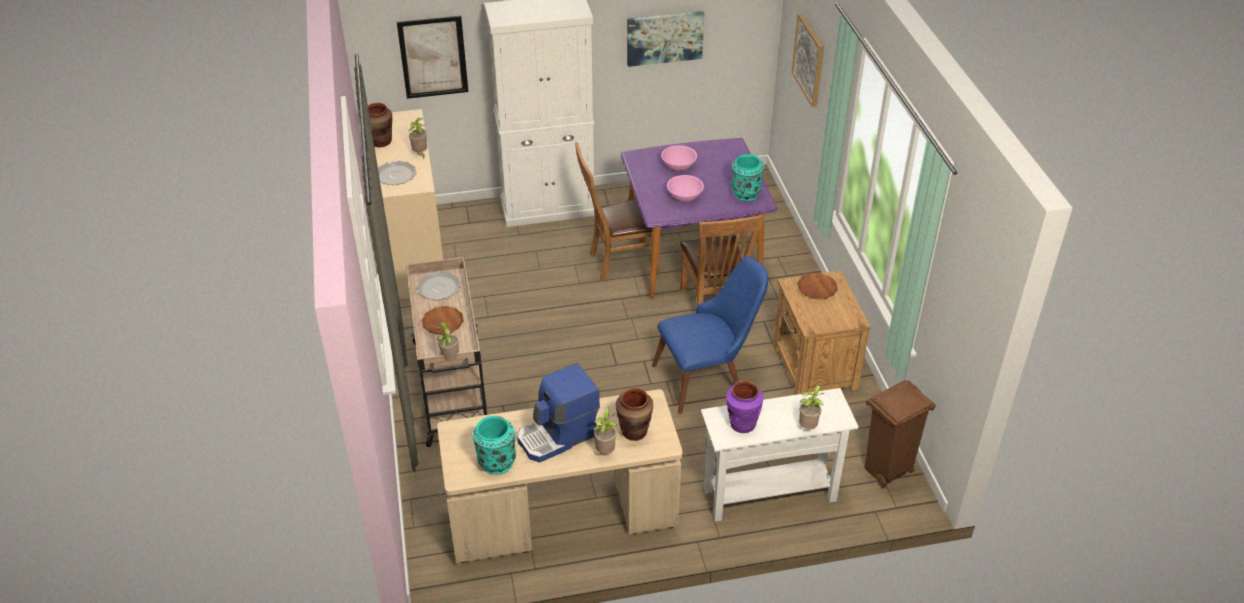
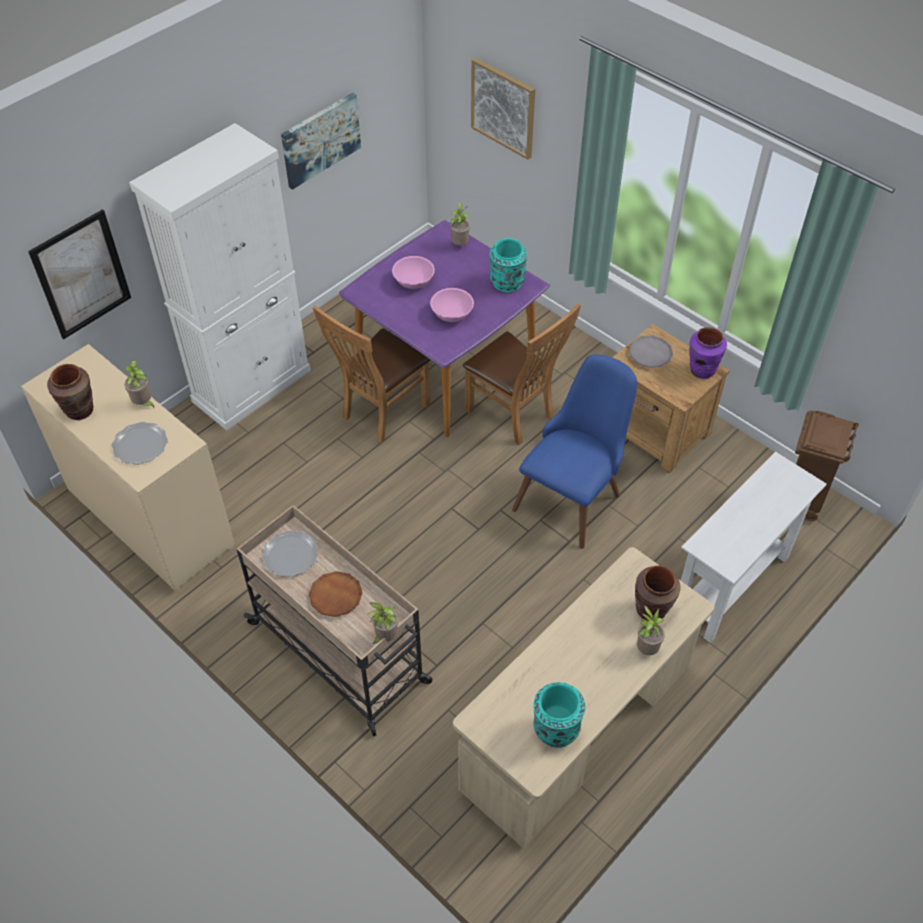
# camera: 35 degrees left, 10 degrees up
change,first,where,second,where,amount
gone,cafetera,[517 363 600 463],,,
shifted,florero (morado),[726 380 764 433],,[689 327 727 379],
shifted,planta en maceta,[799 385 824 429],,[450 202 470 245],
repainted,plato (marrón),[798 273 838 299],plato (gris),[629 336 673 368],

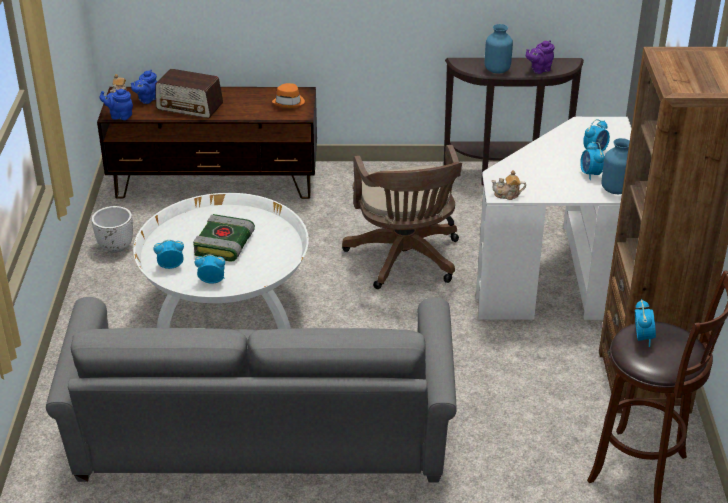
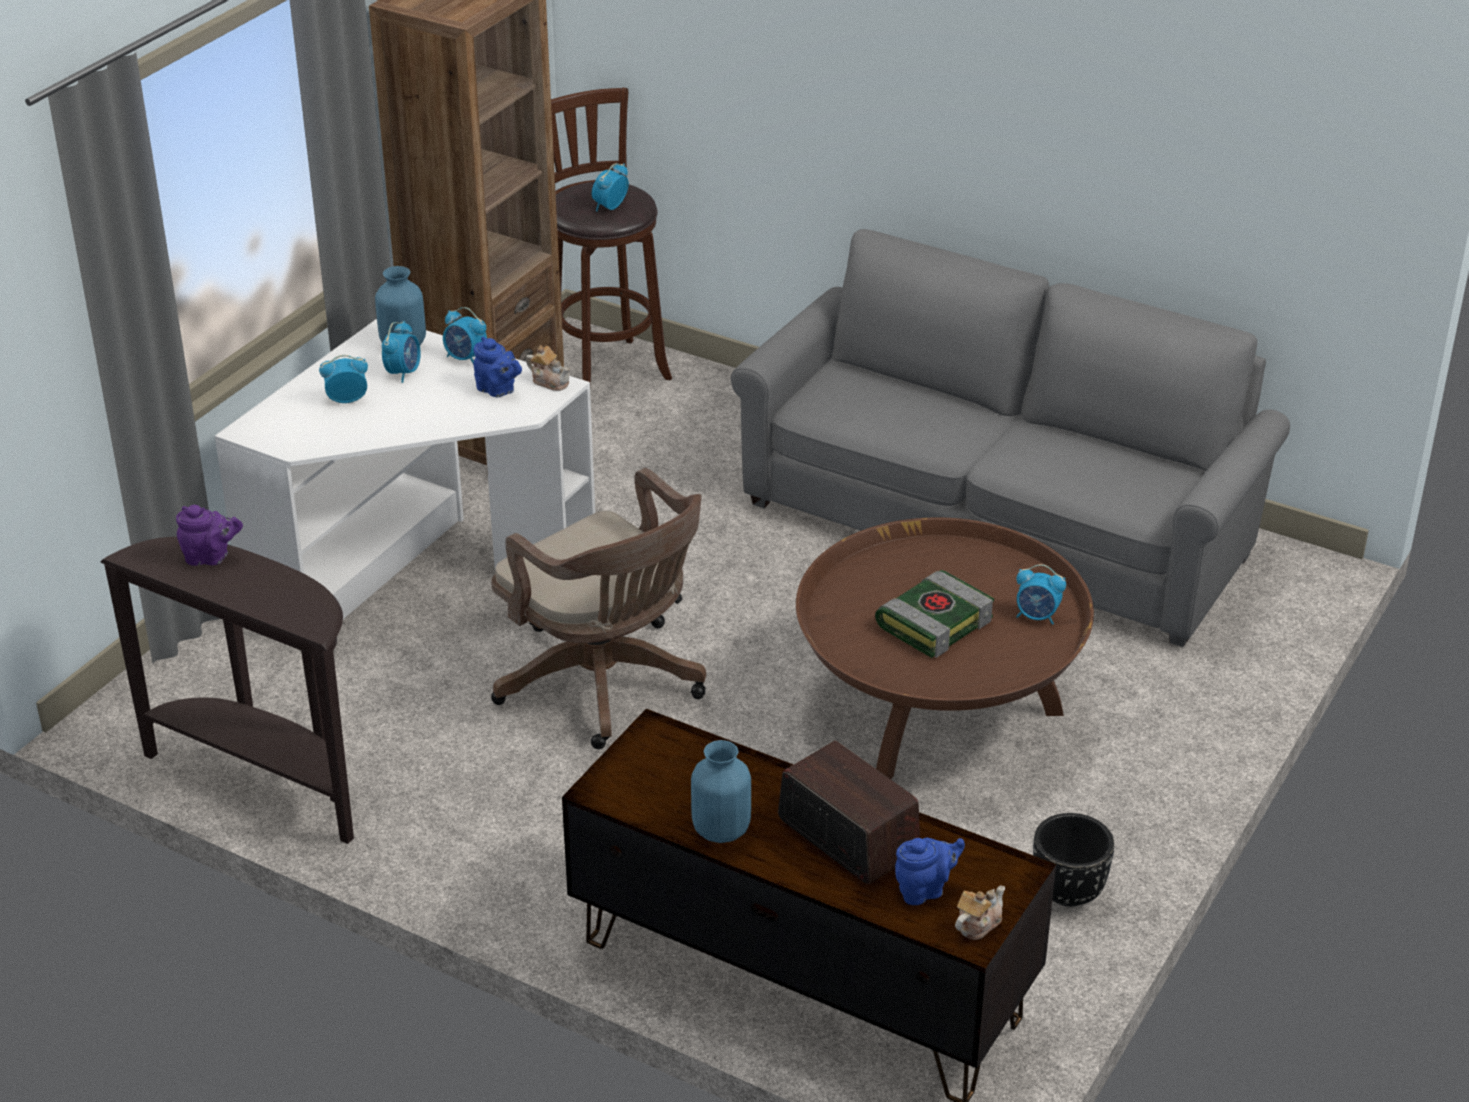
# camera: 150 degrees left, 0 degrees up
change,first,where,second,where,amount
gone,sombrero (naranja),[272 83 305 108],,,
shifted,tetera (azul),[100 89 133 120],,[474 337 522 397],
shifted,despertador,[195 255 225 284],,[443 307 487 365],
shifted,florero (azul),[485 24 513 74],,[691 740 751 843],
repainted,maceta (blanco),[91 206 133 253],maceta (negro),[1033 813 1114 907],
repainted,mesa de centro (blanco),[133 193 309 329],mesa de centro (marrón),[796 517 1094 779],
rotated,silla de oficina (marrón),[342 145 462 289],,[491 468 706 749],120 degrees clockwise

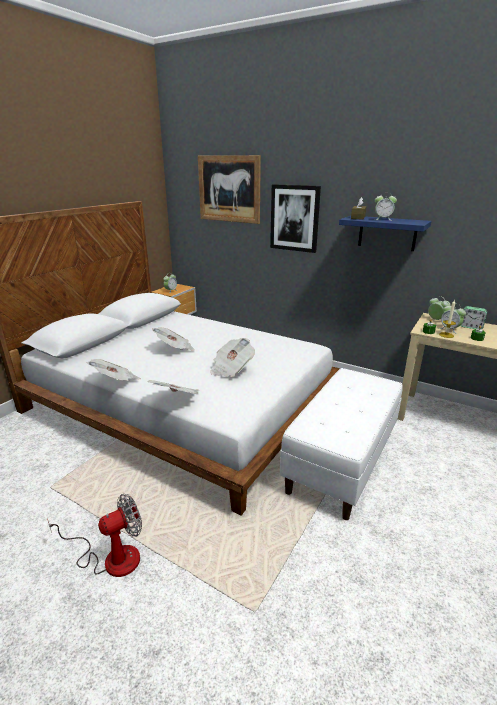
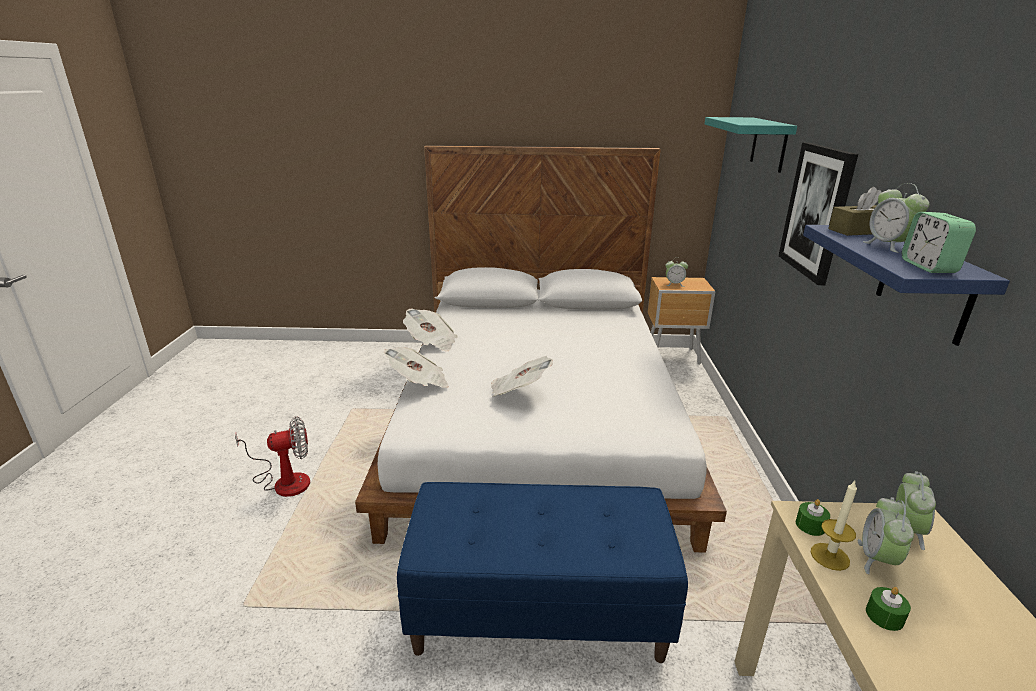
# camera: 60 degrees right, 0 degrees up
change,first,where,second,where,amount
gone,periódico,[152 328 195 351],,,
shifted,despertador,[460 306 487 329],,[902 212 976 273],
swapped,cuadro,[198 155 261 224],estante (turquesa),[705 117 797 173],
repainted,banco (blanco),[280 368 403 520],banco (azul),[397 482 688 663],
rotated,ventilador,[47 494 142 577],,[235 417 310 497],45 degrees counterclockwise

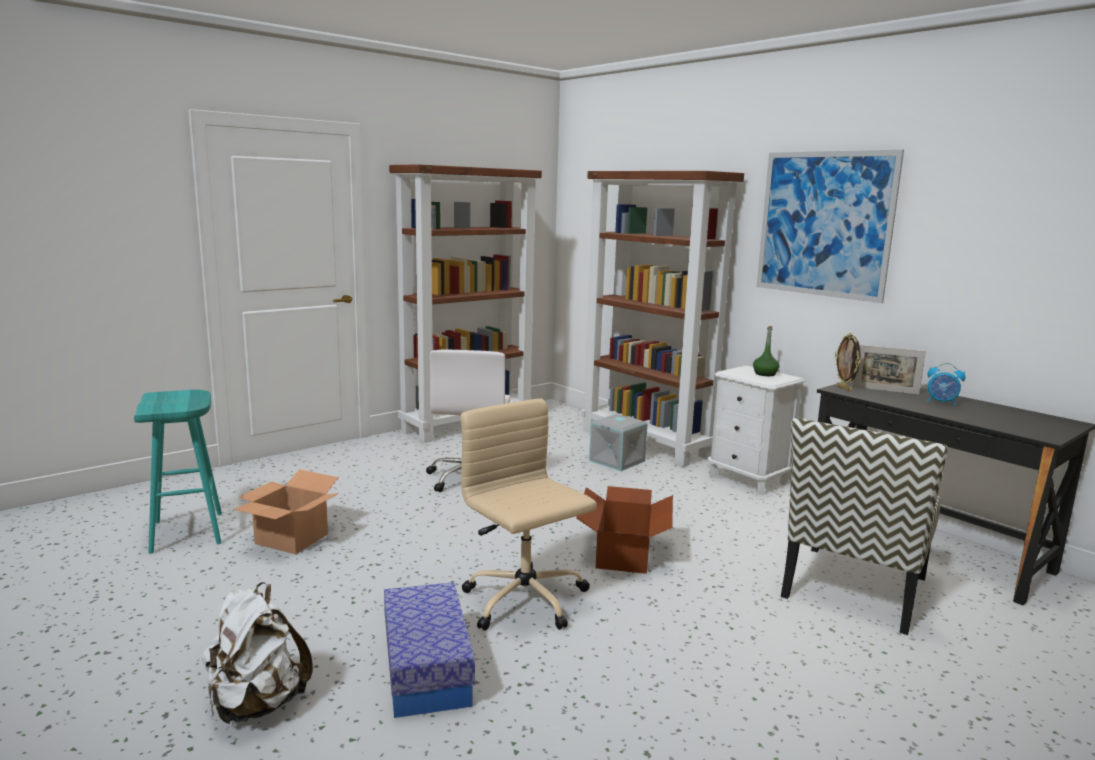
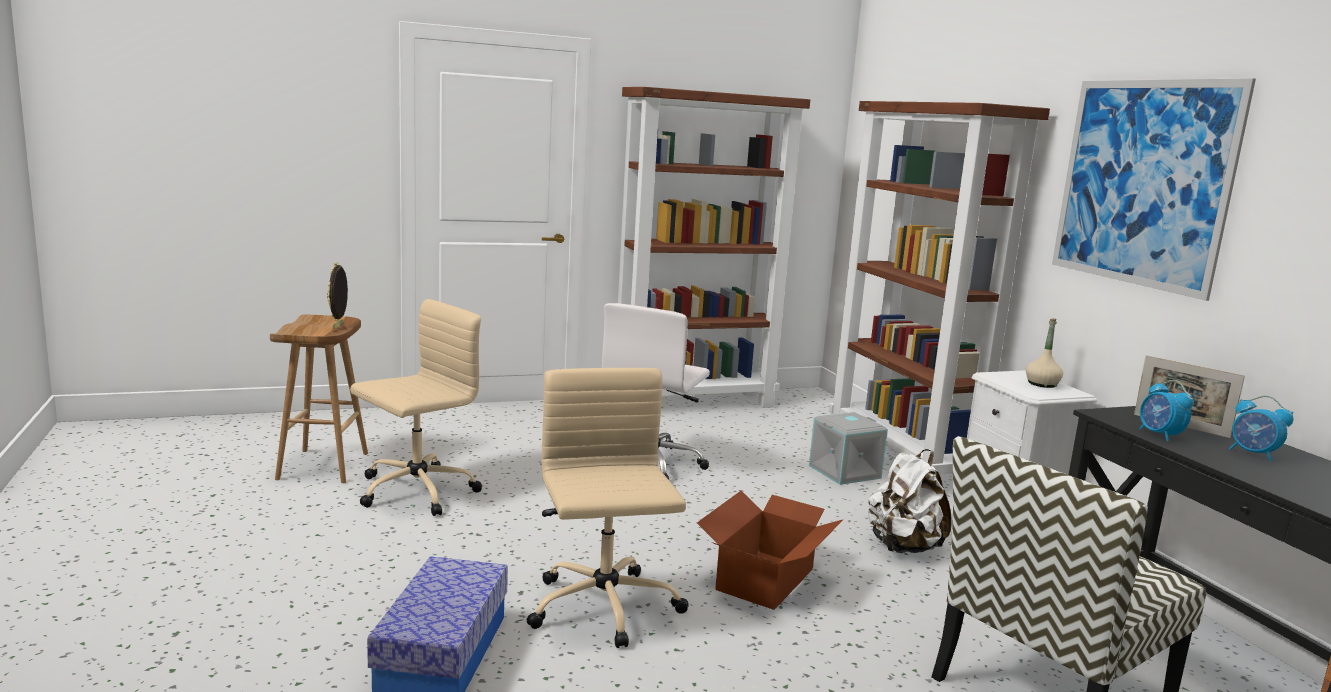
# camera: 20 degrees right, 0 degrees up
change,first,where,second,where,amount
new,,,despertador,[1140 380 1194 441],
shifted,mochila (blanco),[202 582 313 724],,[868 449 951 553],
shifted,portarretratos,[835 333 861 391],,[327 262 348 329],
swapped,caja de cartón,[233 469 339 554],silla de oficina (beis),[350 299 482 516],
repainted,taburete (turquesa),[134 390 222 554],taburete (marrón),[270 314 368 483],
repainted,botella (verde),[753 326 779 376],botella (beis),[1026 319 1063 388],

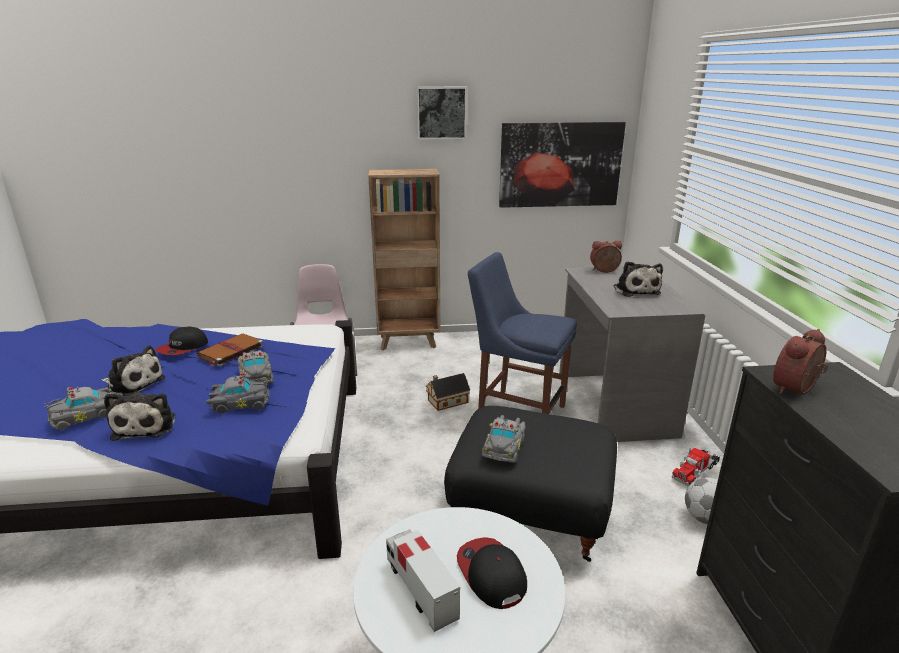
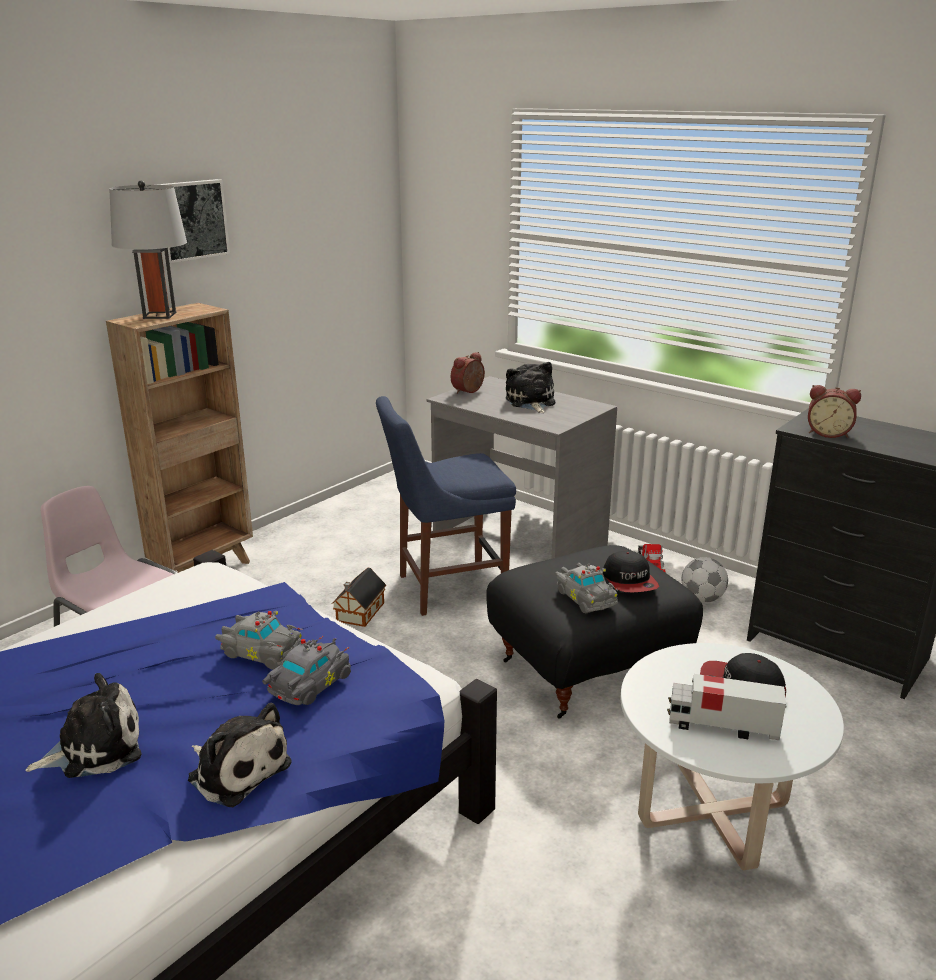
# camera: 45 degrees left, 0 degrees up
change,first,where,second,where,amount
gone,coche de juguete (gris),[44 386 112 431],,,
gone,libro (marrón),[197 333 264 367],,,
gone,cuadro,[499 122 626 208],,,
new,,,lámpara de mesa (gris),[109 181 187 319],
shifted,gorra,[155 327 208 355],,[603 551 659 592],
rotated,peluche,[614 261 663 297],,[505 362 555 413],135 degrees counterclockwise
rotated,despertador,[773 329 828 395],,[808 385 861 438],75 degrees counterclockwise

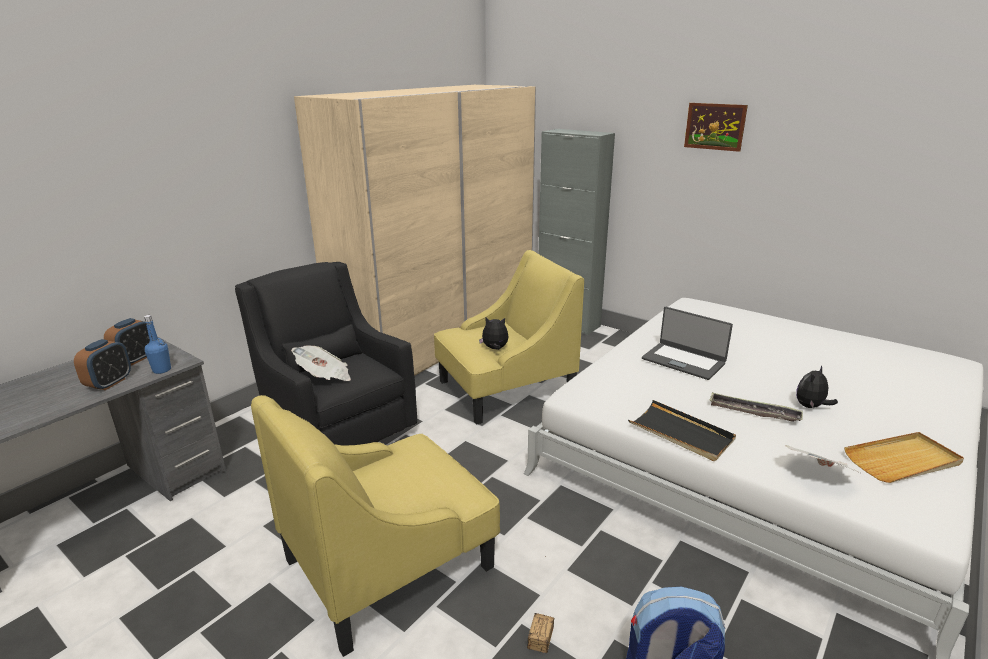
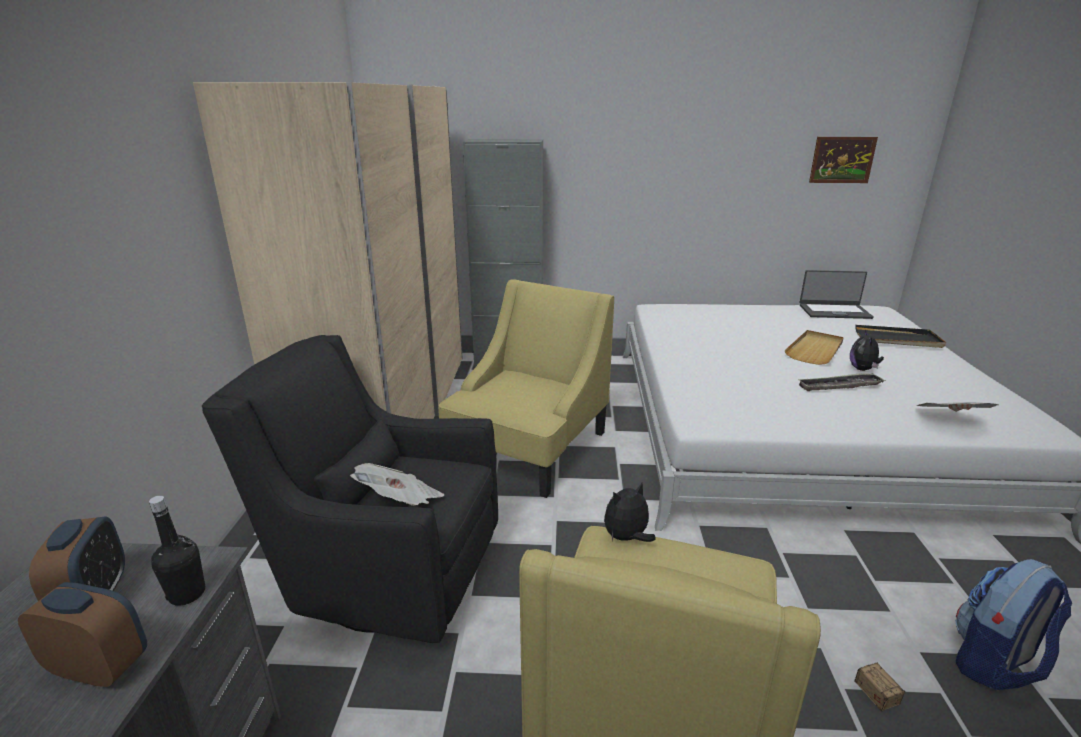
# camera: 35 degrees left, 0 degrees up
change,first,where,second,where,amount
shifted,peluche,[479 317 508 350],,[604 483 656 542],
shifted,bandeja (negro),[628 400 736 461],,[855 325 946 348],
shifted,portátil,[642 307 733 380],,[799 270 874 319],
shifted,cuadro,[684 103 748 152],,[809 137 878 183],
shifted,bandeja (beis),[844 432 964 483],,[785 330 844 365],
repainted,botella (azul),[144 315 171 374],botella (negro),[149 495 205 606],
rotated,despertador,[74 339 131 390],,[18 582 147 687],60 degrees counterclockwise

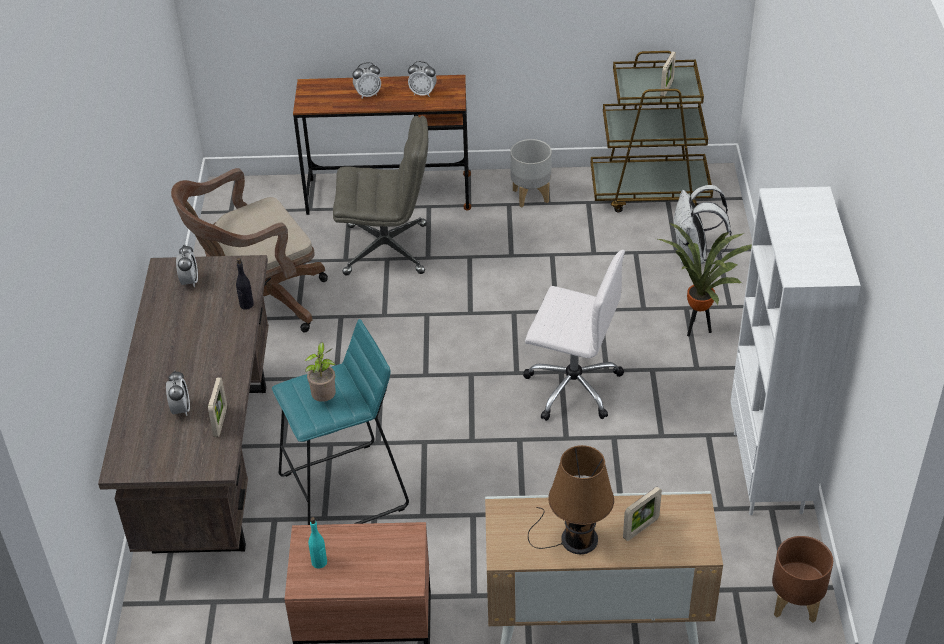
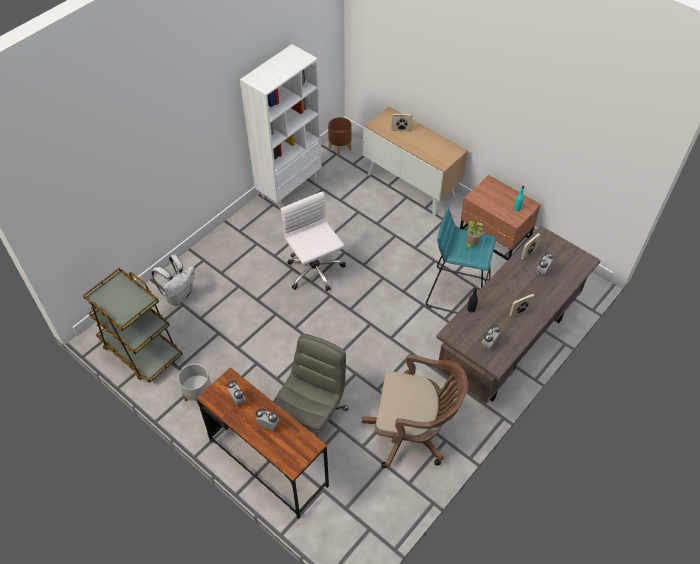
# camera: 140 degrees left, 10 degrees up
change,first,where,second,where,amount
gone,lámpara de mesa (marrón),[528 445 614 554],,,
gone,planta en maceta,[658 223 752 337],,,
shifted,portarretratos,[660 51 676 96],,[509 294 535 318],
rotated,silla de oficina (gris),[333 116 428 275],,[273 334 349 453],75 degrees clockwise

